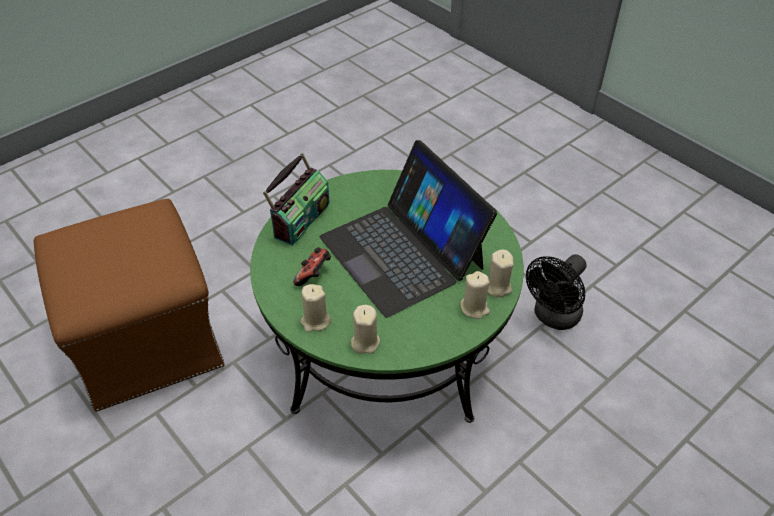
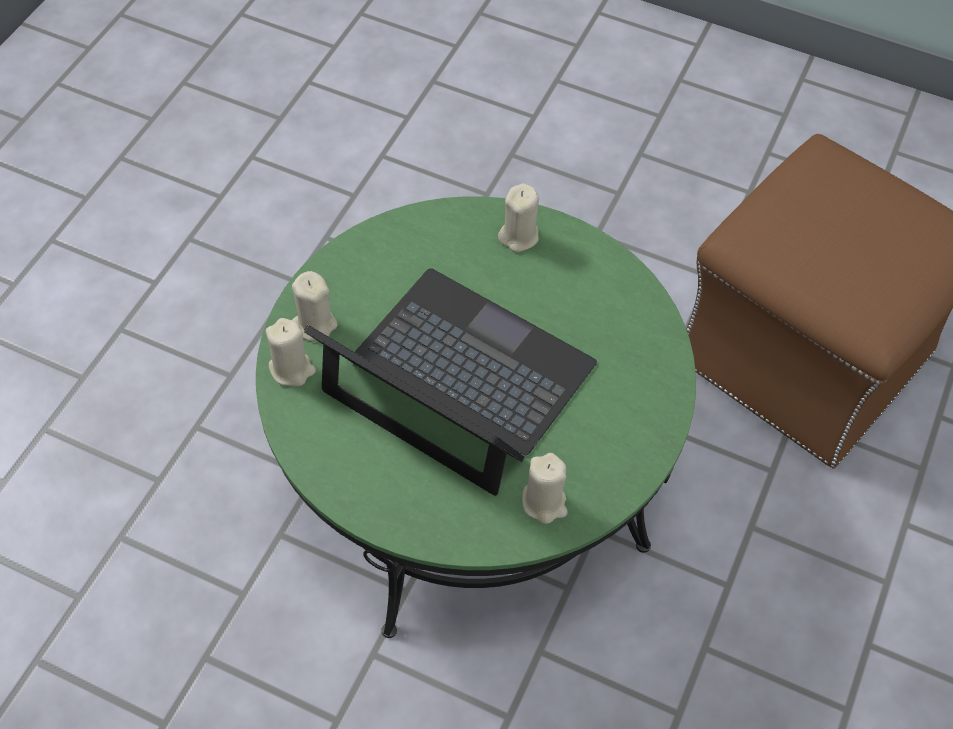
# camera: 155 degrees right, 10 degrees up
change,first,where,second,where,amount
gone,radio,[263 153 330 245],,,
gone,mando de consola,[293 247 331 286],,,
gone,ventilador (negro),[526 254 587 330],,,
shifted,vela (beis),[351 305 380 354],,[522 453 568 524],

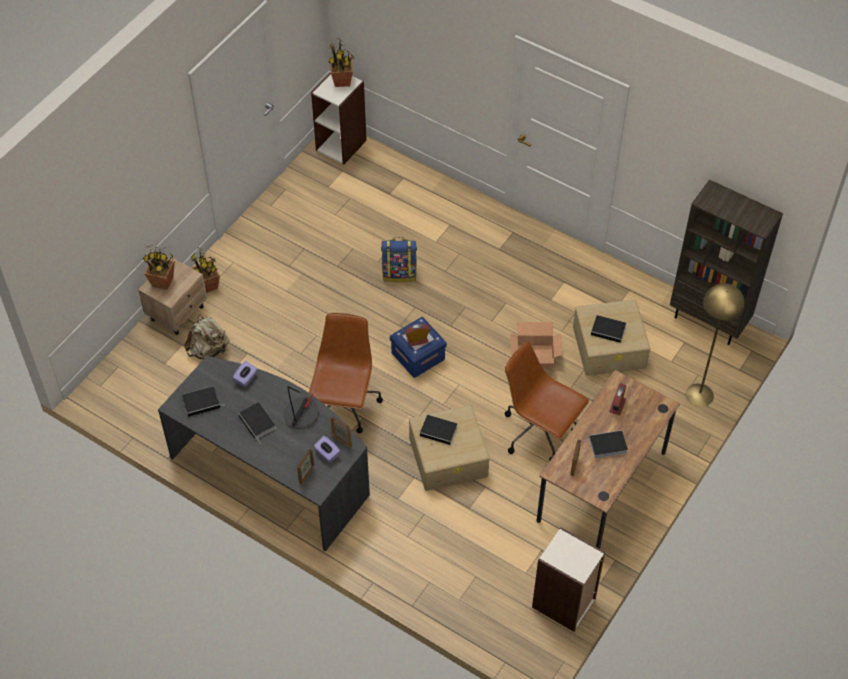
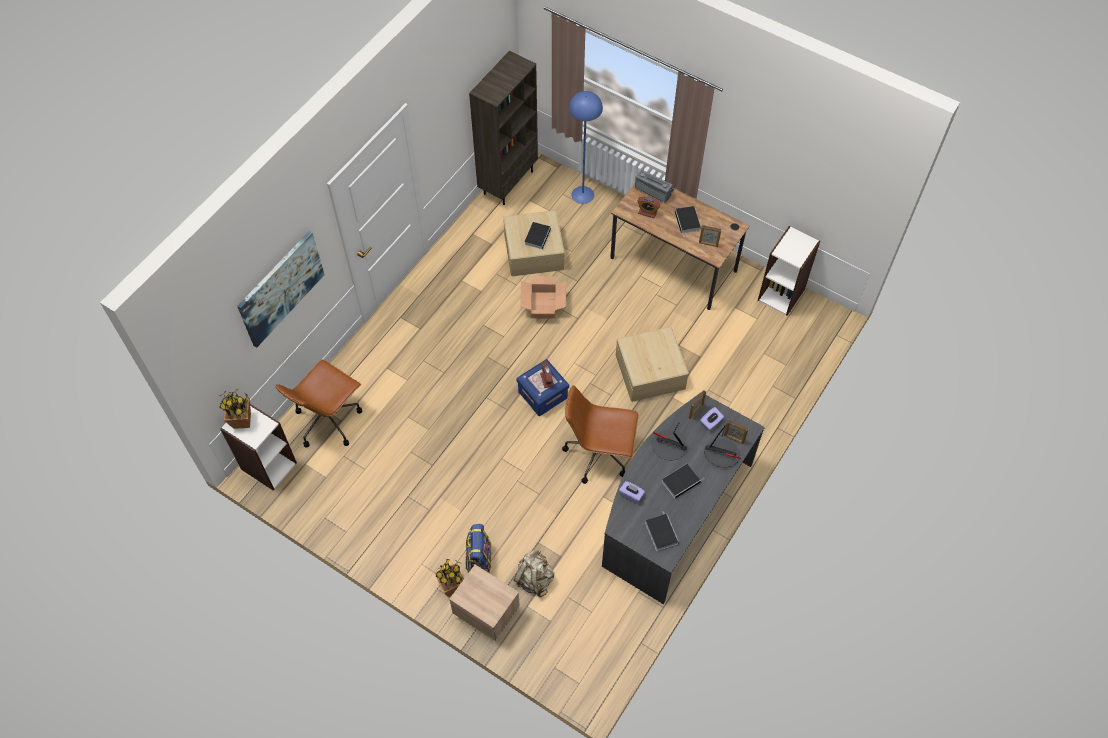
# camera: 90 degrees left, 5 degrees up
change,first,where,second,where,amount
gone,planta en maceta,[143 244 175 290],,,
gone,libro,[420 415 457 446],,,
new,,,cuadro,[237 231 325 348],
new,,,radio,[635 170 674 202],
new,,,lámpara de mesa,[704 424 741 468],
shifted,mochila,[381 237 417 282],,[466 524 491 573],
shifted,silla de oficina (marrón),[505 342 590 461],,[276 359 362 448],
repainted,lámpara de pie (amarillo),[686 283 745 407],lámpara de pie (azul),[569 91 603 204],

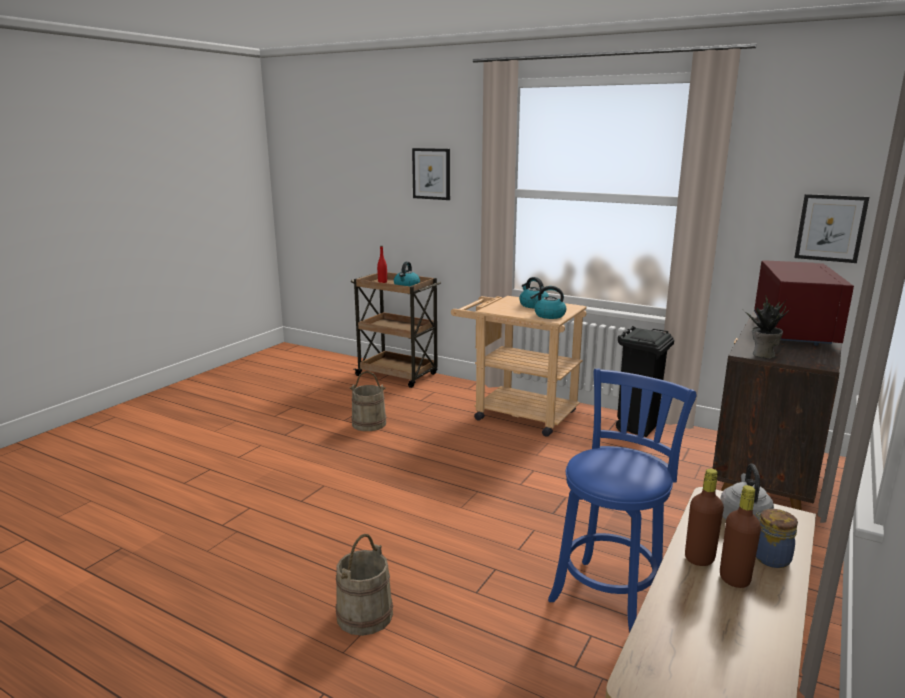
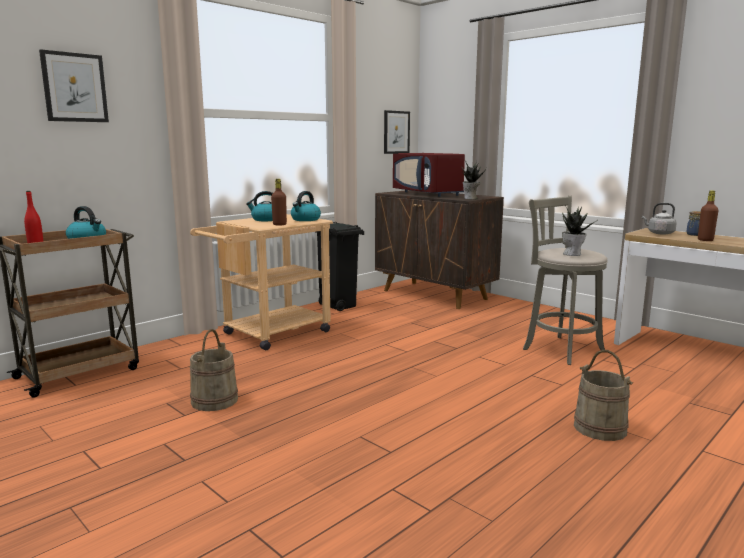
# camera: 75 degrees left, 5 degrees down
change,first,where,second,where,amount
new,,,planta en maceta,[562 206 596 256],
shifted,botella (marrón),[720 485 761 588],,[271 179 287 225],
repainted,taburete (azul),[548 369 697 633],taburete (gris),[523 196 608 365],
rotated,microondas (rojo),[754 260 854 346],,[393 153 465 197],150 degrees counterclockwise

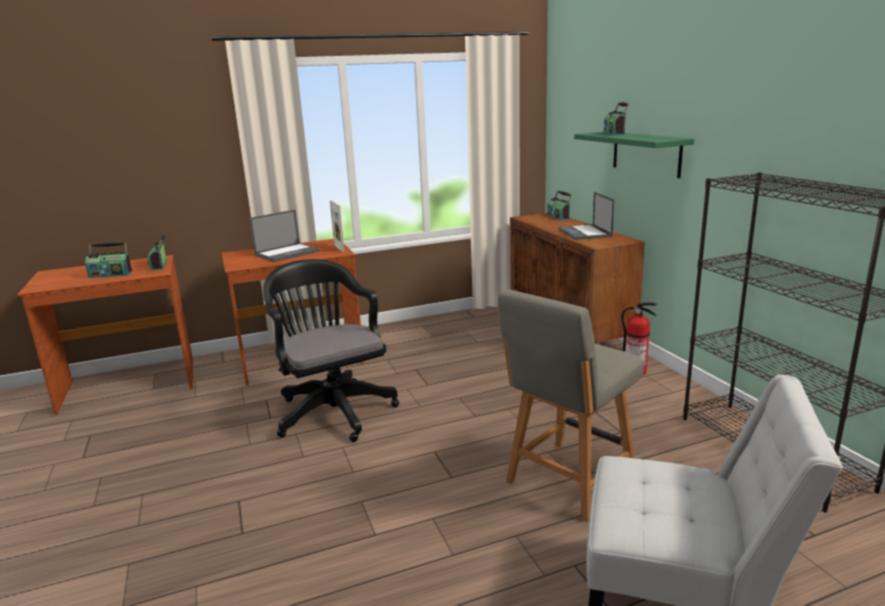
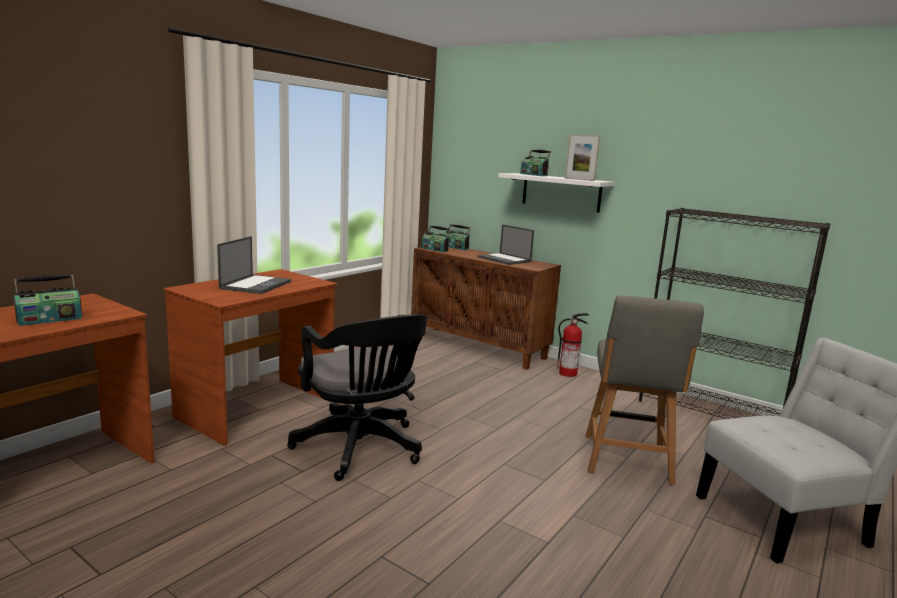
# camera: 35 degrees left, 5 degrees down
change,first,where,second,where,amount
shifted,radio,[148 233 167 271],,[422 226 451 252],
shifted,portarretratos,[330 200 344 252],,[565 134 600 181],
repainted,estante (verde),[574 132 694 178],estante (blanco),[498 173 615 213],
rotated,silla de oficina (negro),[263 259 399 442],,[287 314 427 481],150 degrees counterclockwise

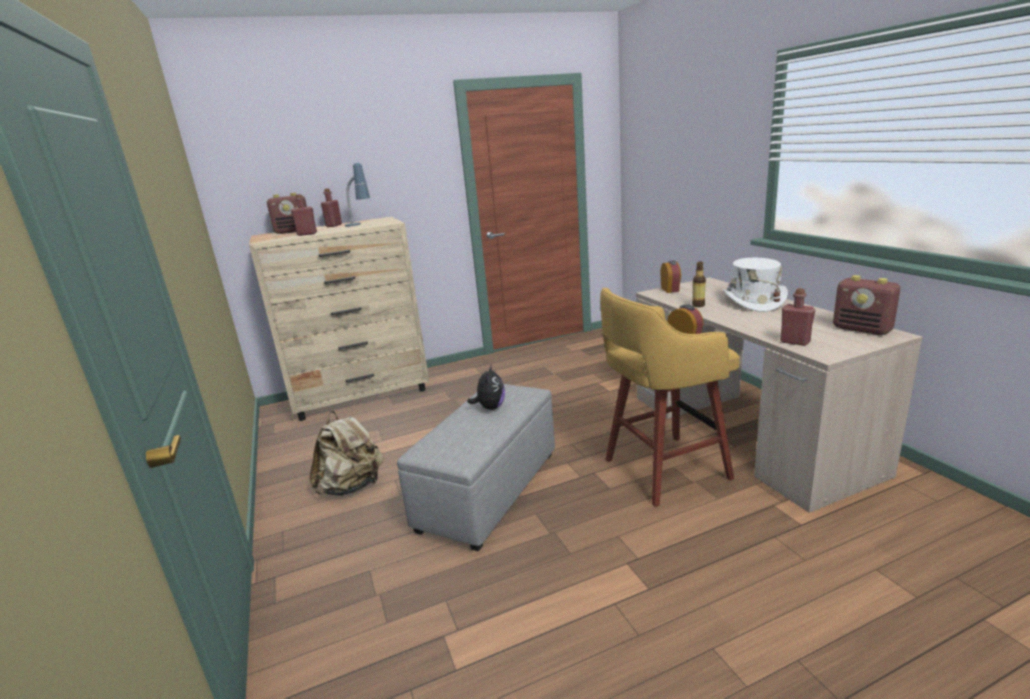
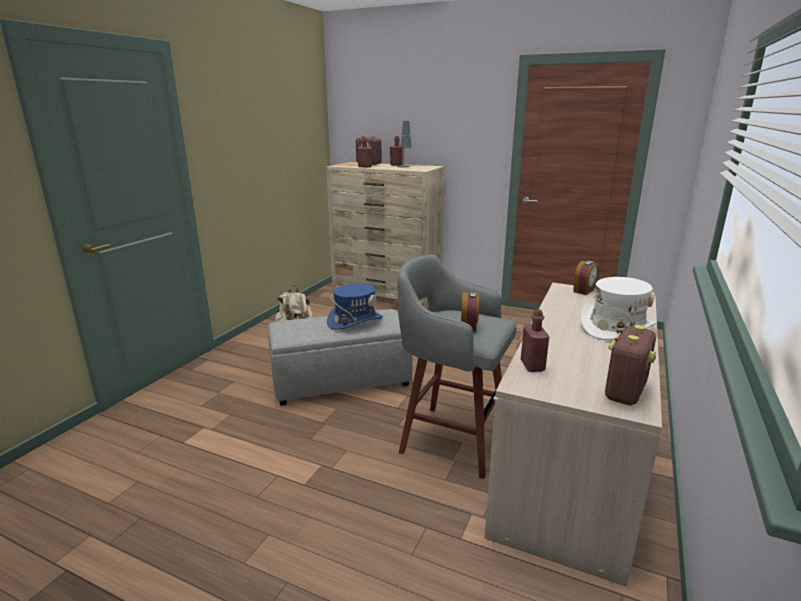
# camera: 45 degrees right, 0 degrees up
change,first,where,second,where,amount
gone,botella,[692 262 706 307],,,
swapped,peluche,[467 364 505 410],sombrero (azul),[327 283 383 330],
repainted,taburete (amarillo),[600 288 740 507],taburete (gris),[397 254 517 479],
rotated,radio,[833 275 900 335],,[605 325 656 406],150 degrees counterclockwise

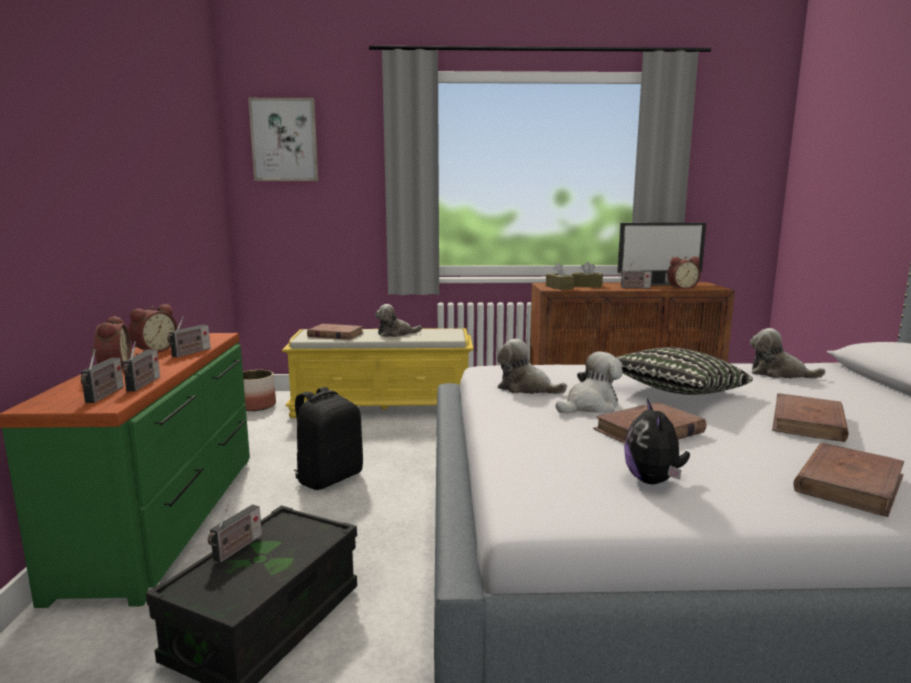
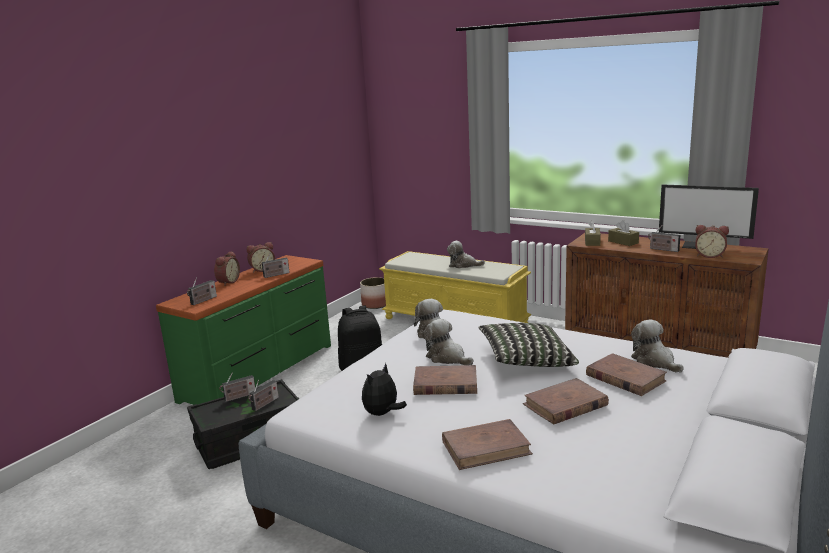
# camera: 35 degrees right, 5 degrees up
change,first,where,second,where,amount
gone,cuadro,[248 98 318 181],,,
shifted,radio,[123 341 160 391],,[248 380 279 411],
shifted,libro (marrón),[307 324 363 340],,[586 353 667 396],
rotated,peluche,[556 352 623 413],,[424 319 473 365],135 degrees counterclockwise

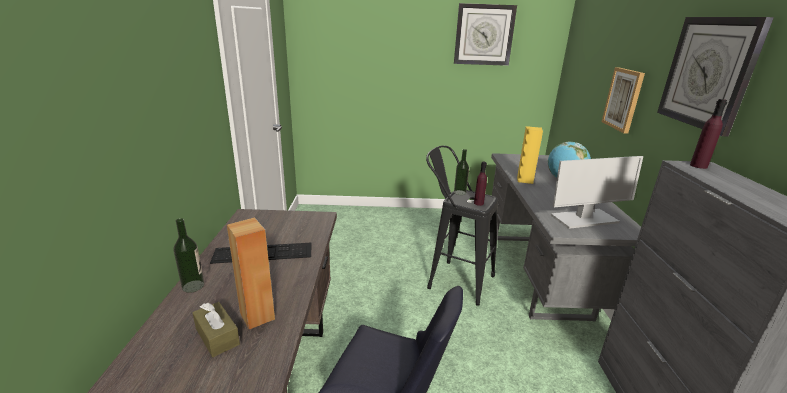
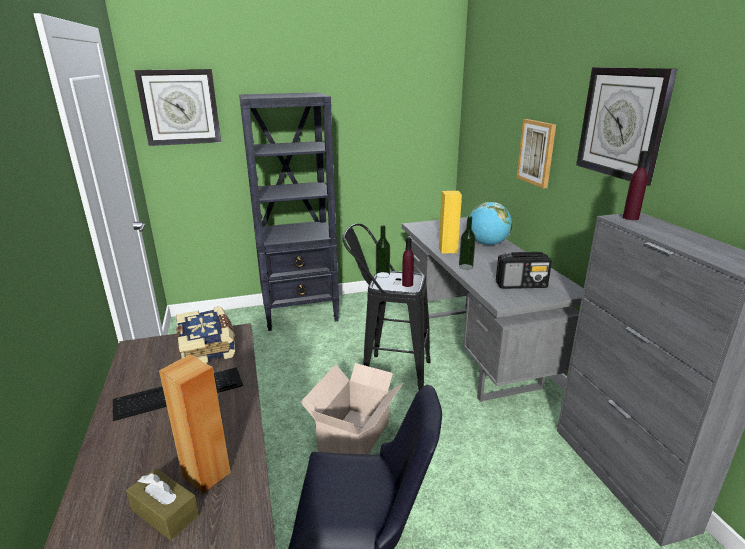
# camera: 15 degrees left, 0 degrees up
change,first,where,second,where,amount
new,,,libro,[176 306 235 363],
new,,,estantería (negro),[239 92 339 331],
new,,,caja de cartón,[300 363 403 454],
shifted,botella,[173 218 204 293],,[459 216 476 270],
shifted,reloj de pared,[454 3 517 66],,[134 69 221 146],
swapped,monitor,[551 156 643 229],radio,[496 252 552 289],

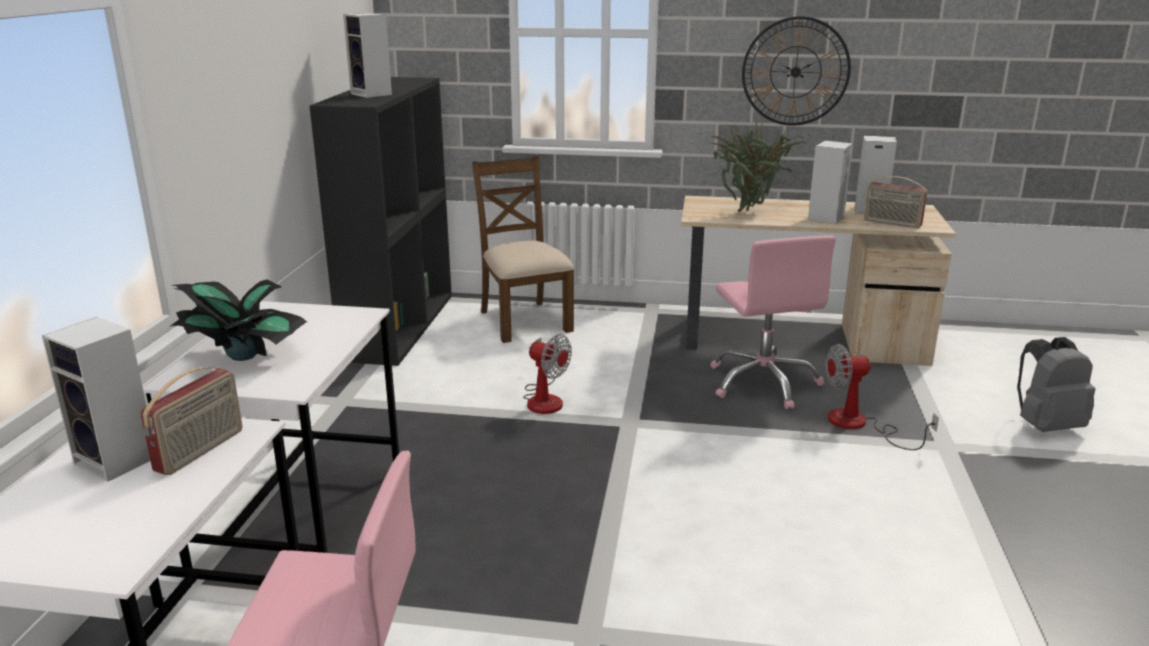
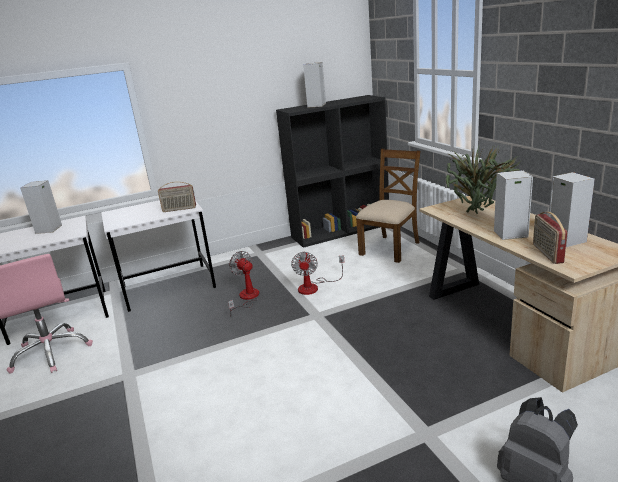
# camera: 60 degrees right, 0 degrees up
change,first,where,second,where,amount
gone,planta en maceta,[169 280 307 361],,,
gone,silla de oficina (rosa),[710 235 836 409],,,
gone,reloj de pared,[742 16 851 126],,,
shifted,radio,[141 366 242 475],,[158 181 196 212],
shifted,ventilador,[826 344 939 450],,[228 251 259 316],

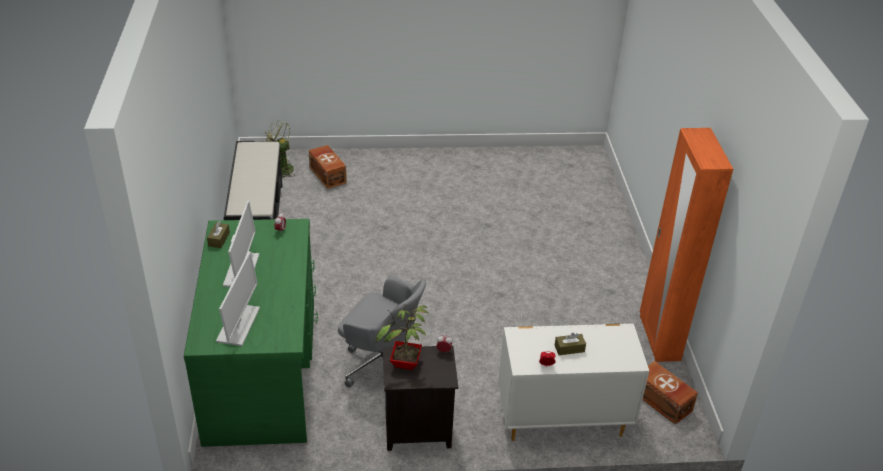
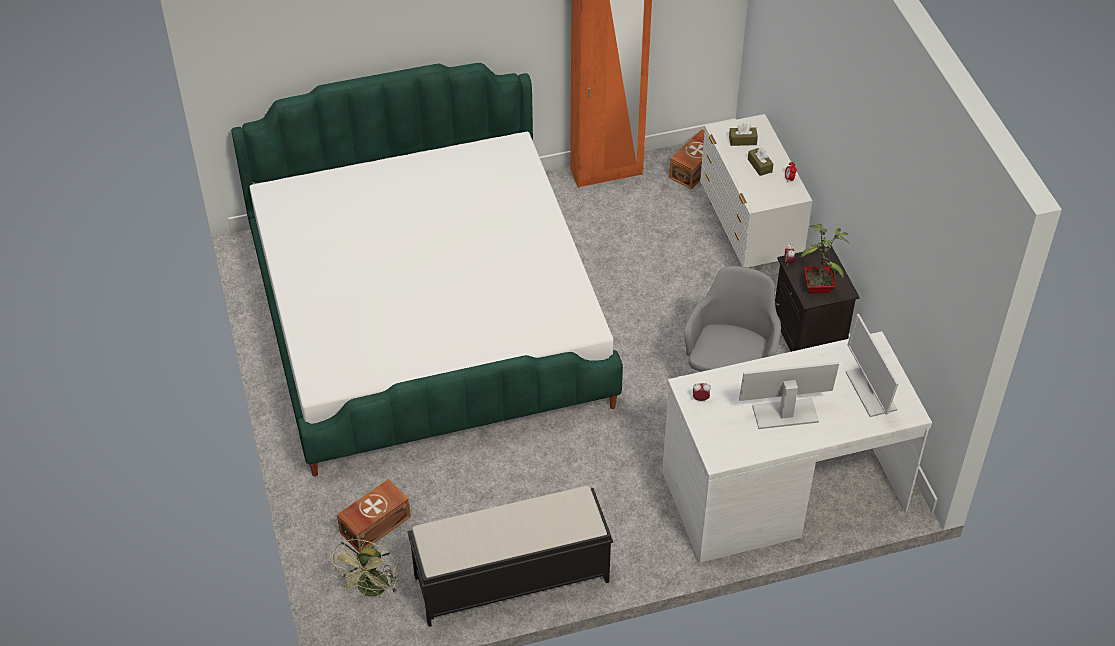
# camera: 100 degrees left, 10 degrees up
change,first,where,second,where,amount
new,,,cama,[231 63 623 477],
shifted,caja de pañuelos (marrón),[207 221 230 248],,[729 123 758 146],
repainted,escritorio (verde),[184 219 318 447],escritorio (blanco),[662 331 932 562],
rotated,monitor,[216 251 260 346],,[846 314 898 417],105 degrees counterclockwise

